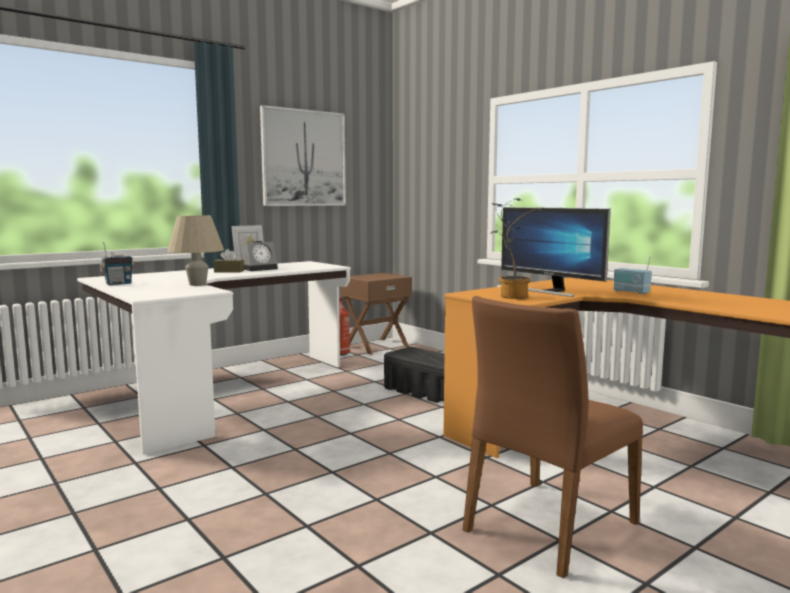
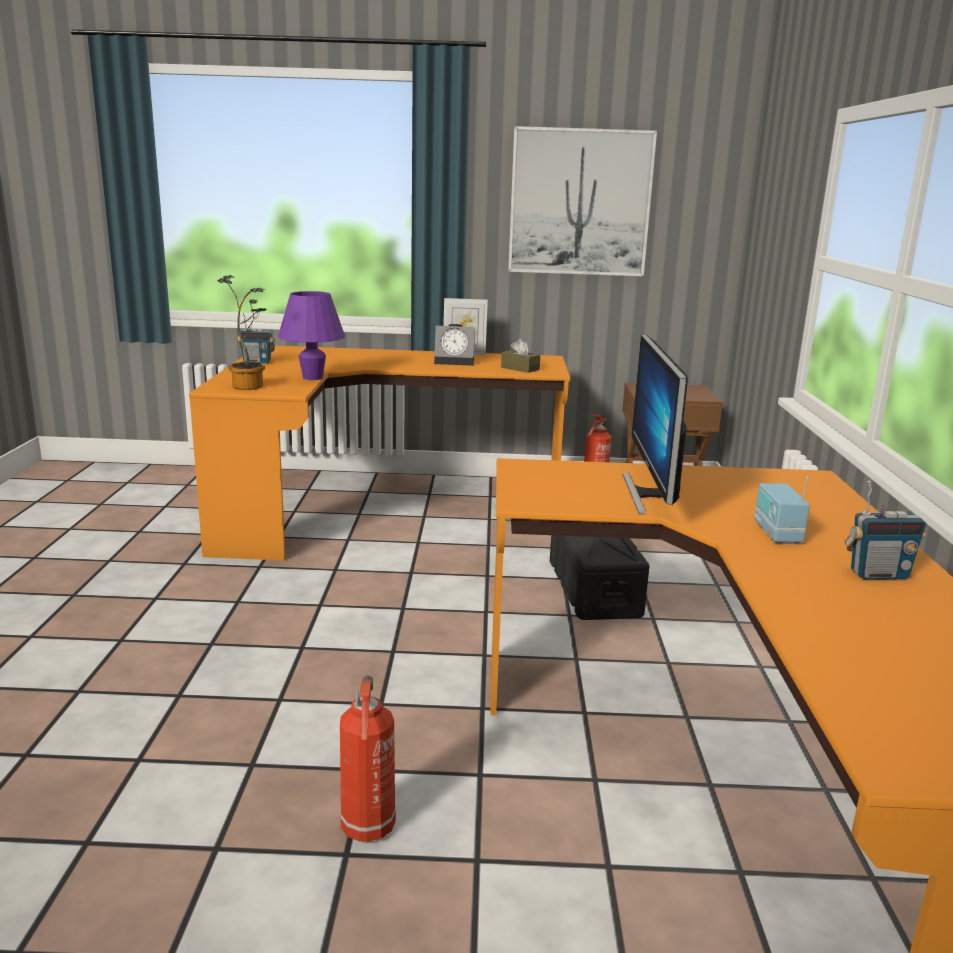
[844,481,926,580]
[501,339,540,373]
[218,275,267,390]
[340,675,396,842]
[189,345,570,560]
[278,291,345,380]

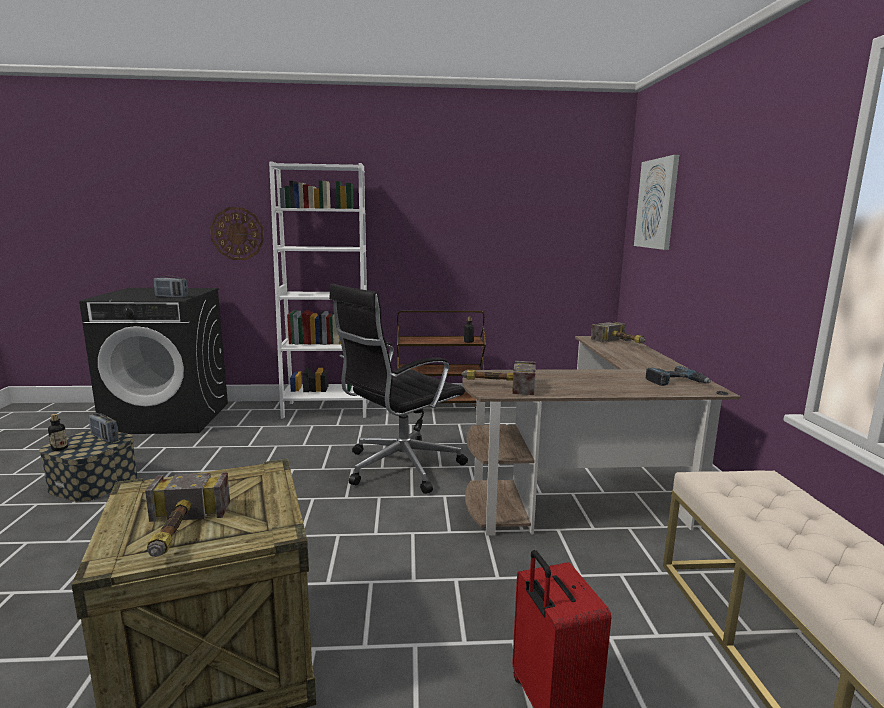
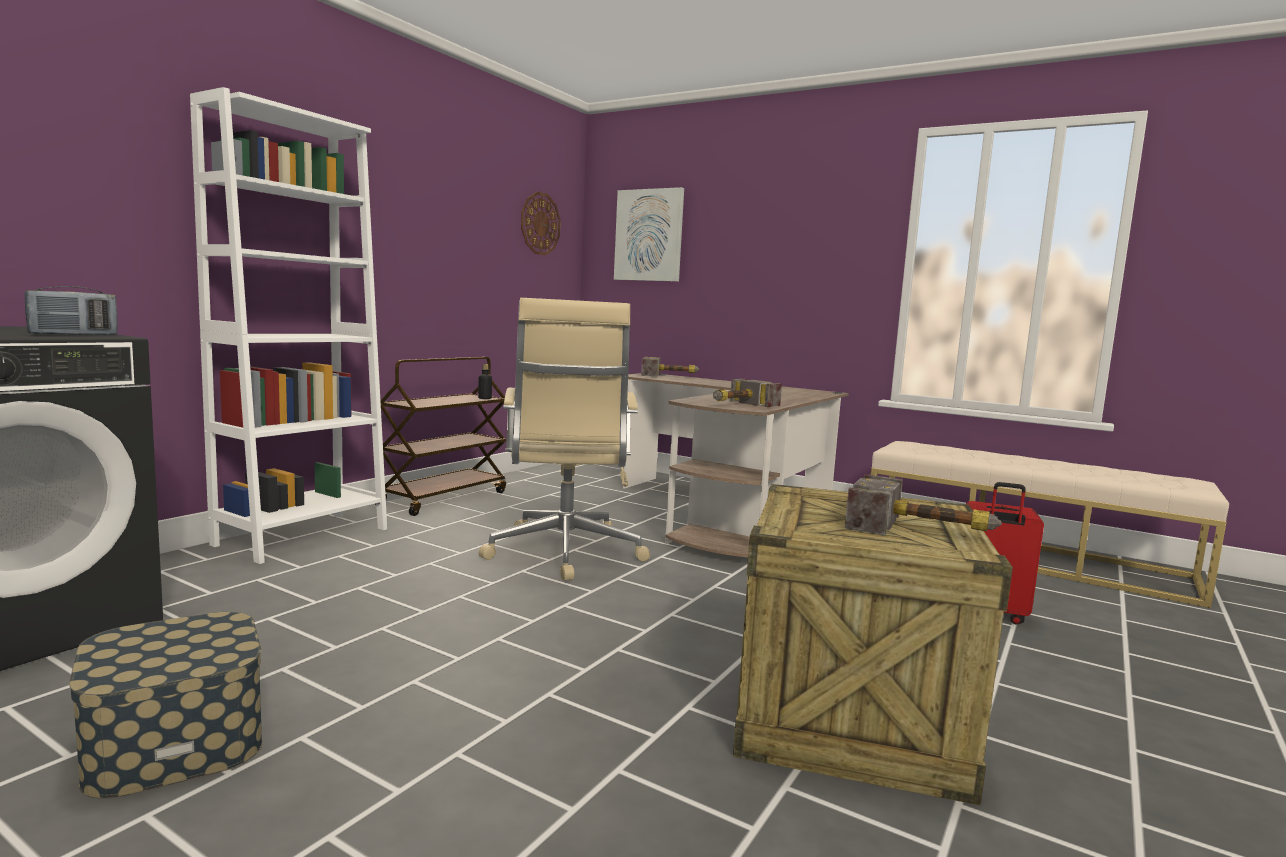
[48,414,68,451] (first image)
[89,413,119,443] (first image)
[646,366,711,386] (first image)
[521,191,561,255]
[479,298,650,581]

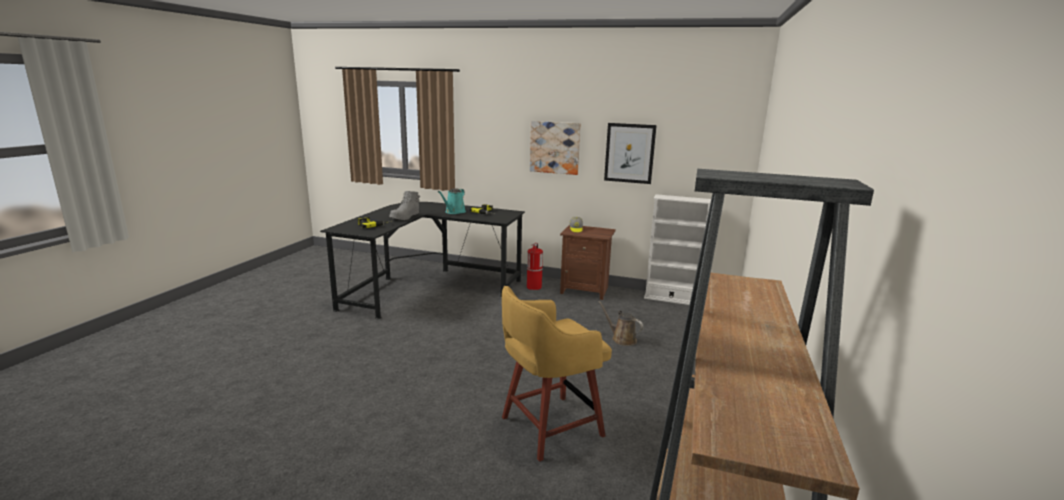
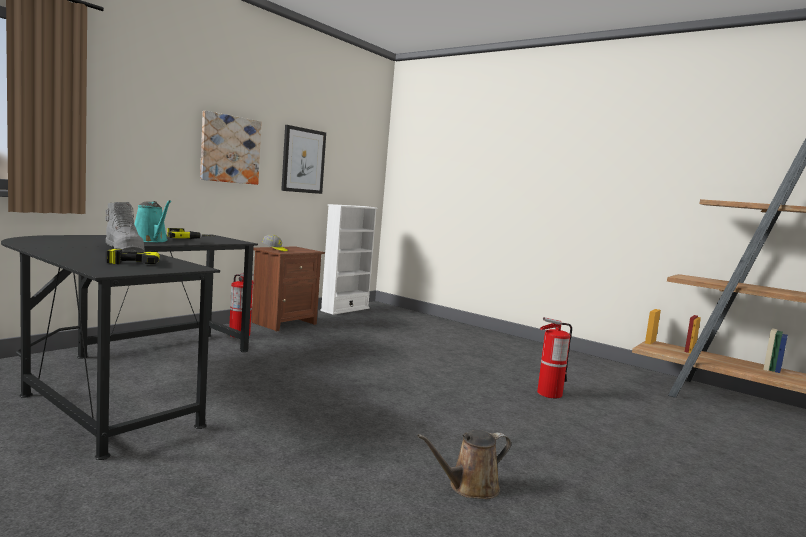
[418,430,511,499]
[537,317,572,398]

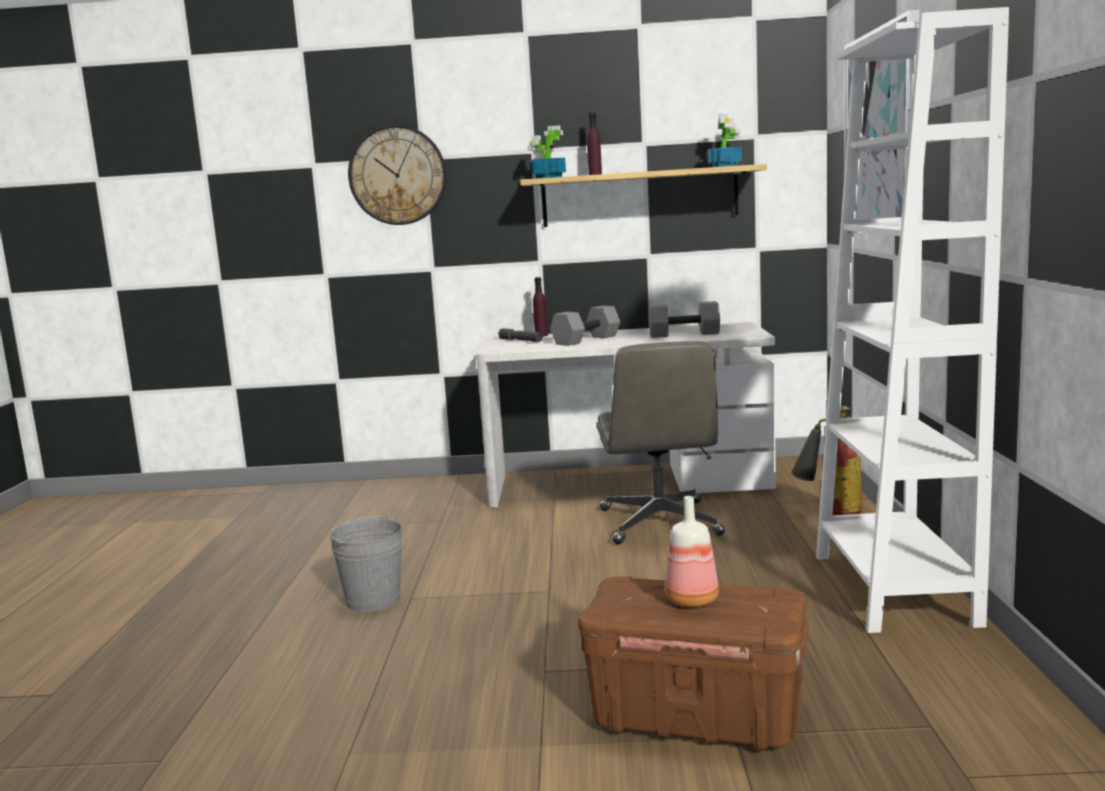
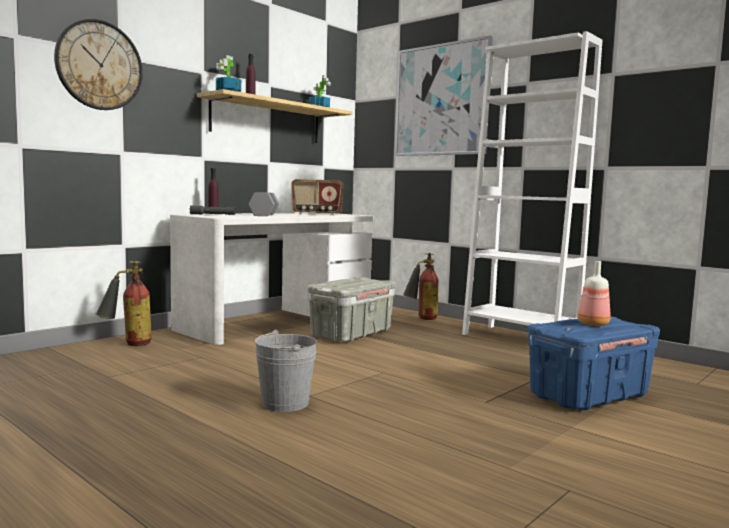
[96,260,152,346]
[307,277,396,342]
[291,179,343,215]
[528,316,660,410]

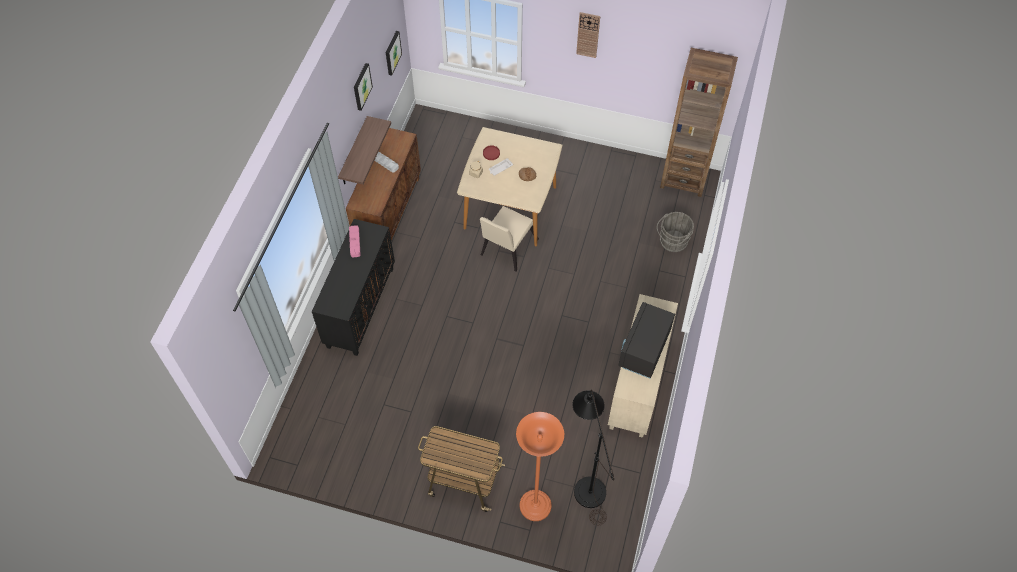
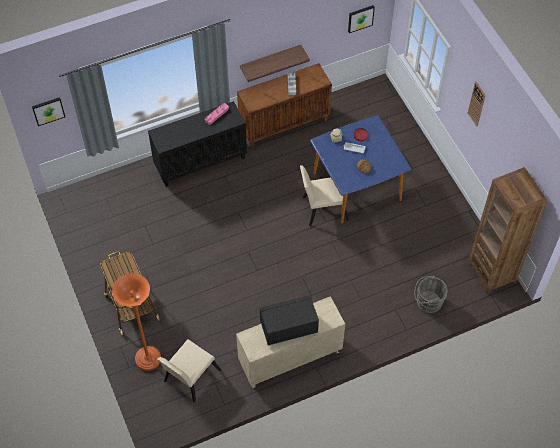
[32,97,65,126]
[158,339,221,403]
[310,115,411,223]

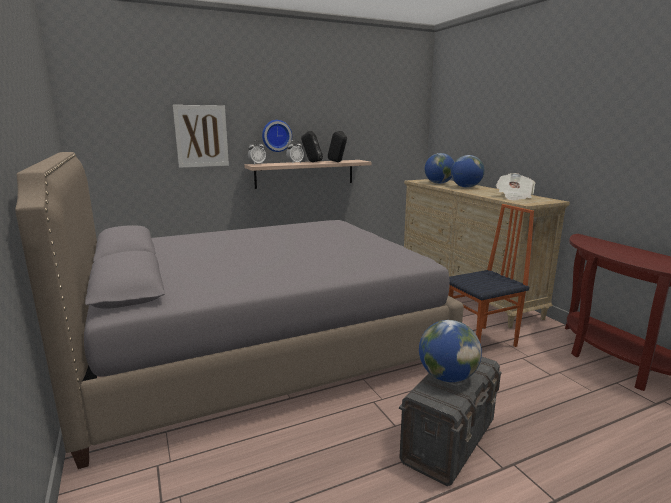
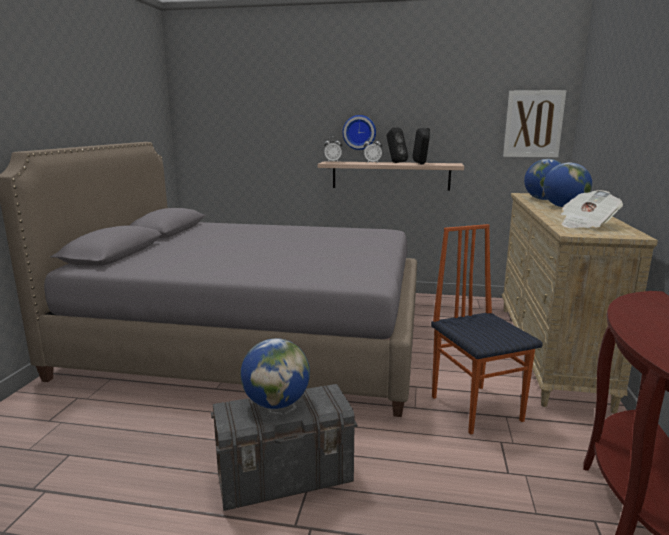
[503,90,566,157]
[431,224,543,434]

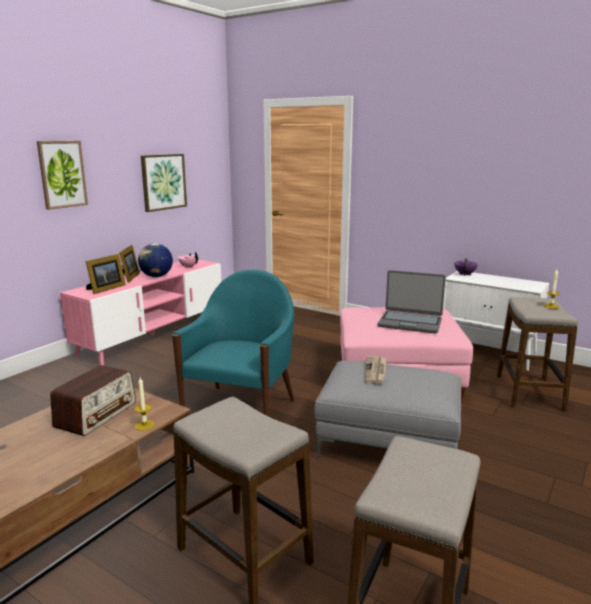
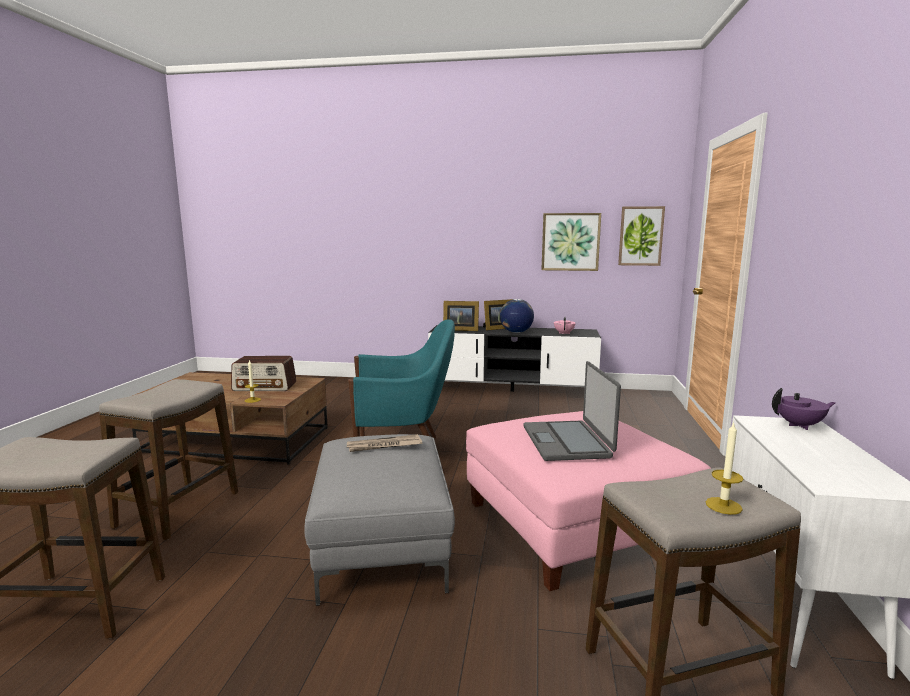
[618,206,665,266]
[428,325,601,392]

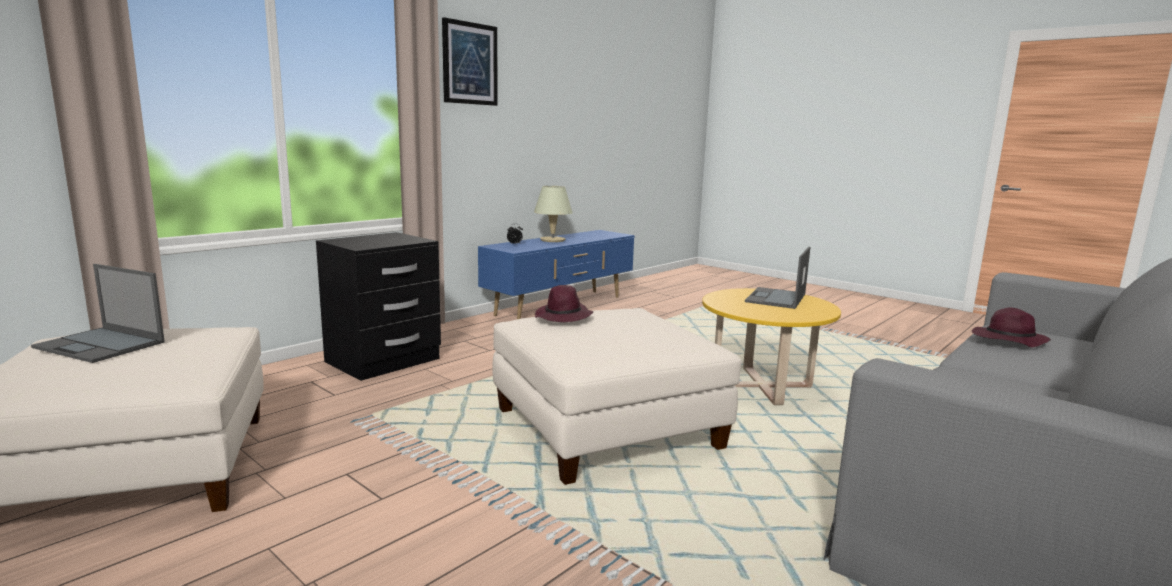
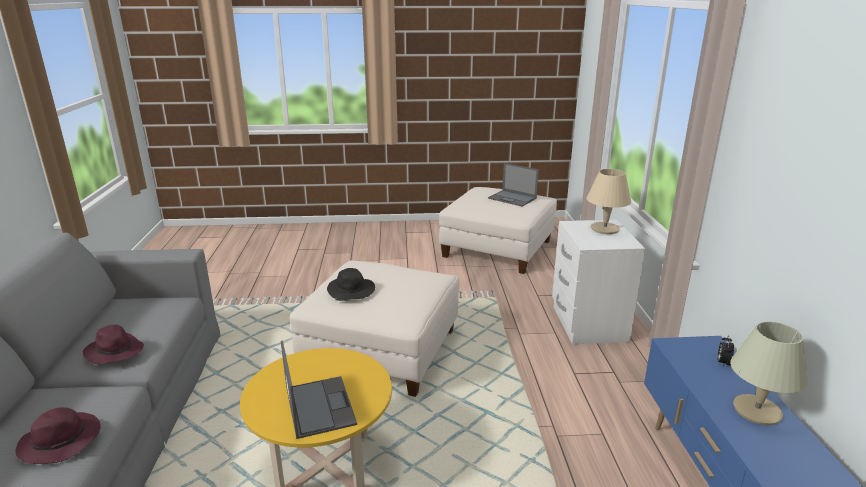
[442,17,498,106] (first image)
[327,268,375,301]
[586,169,631,234]
[83,325,144,364]
[552,220,645,344]
[488,163,539,207]

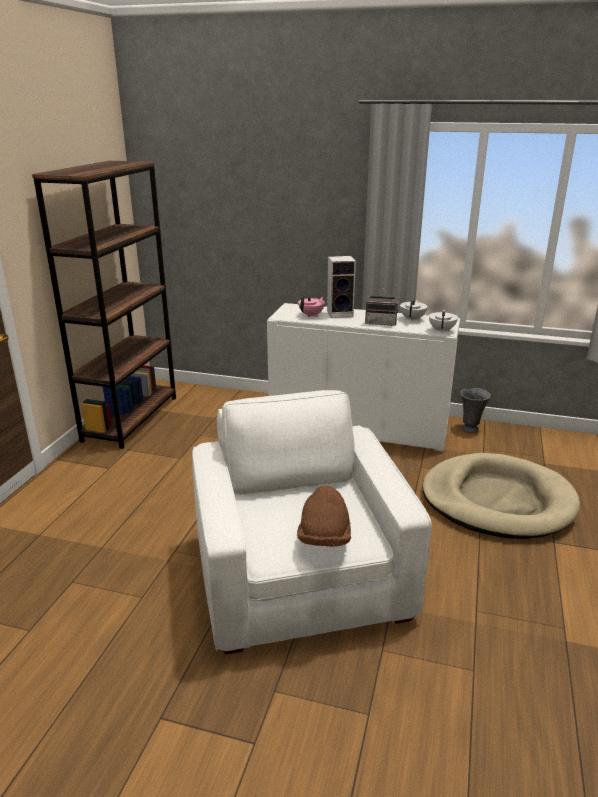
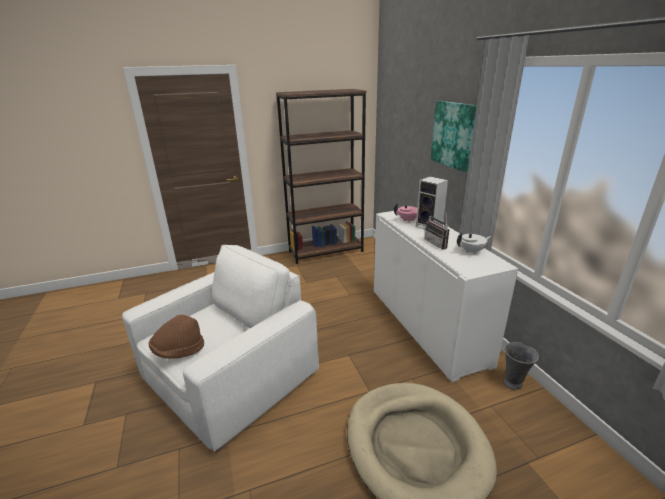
[429,310,458,333] (first image)
[431,101,477,172]

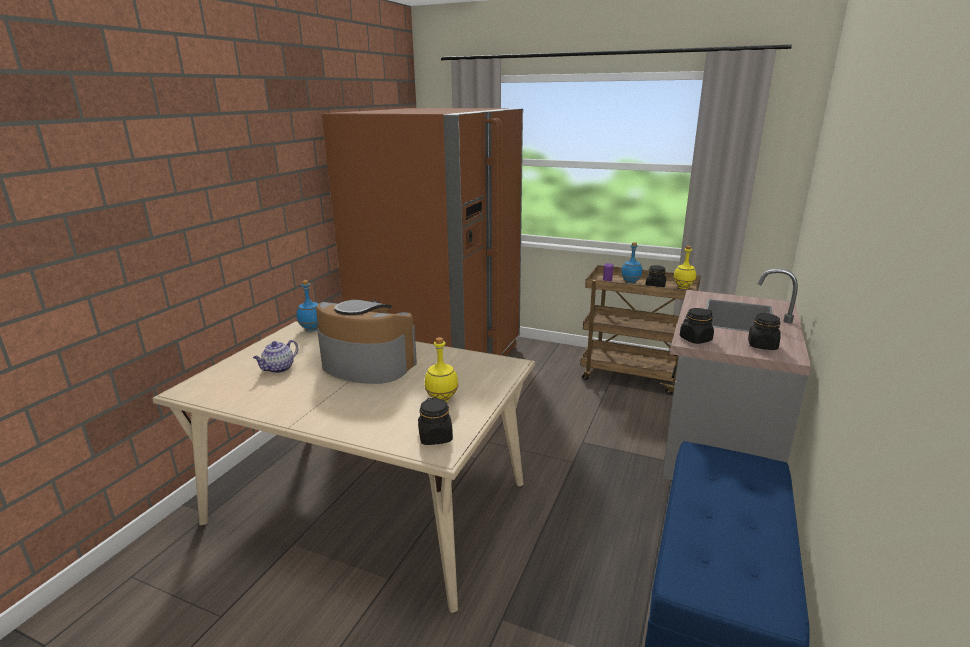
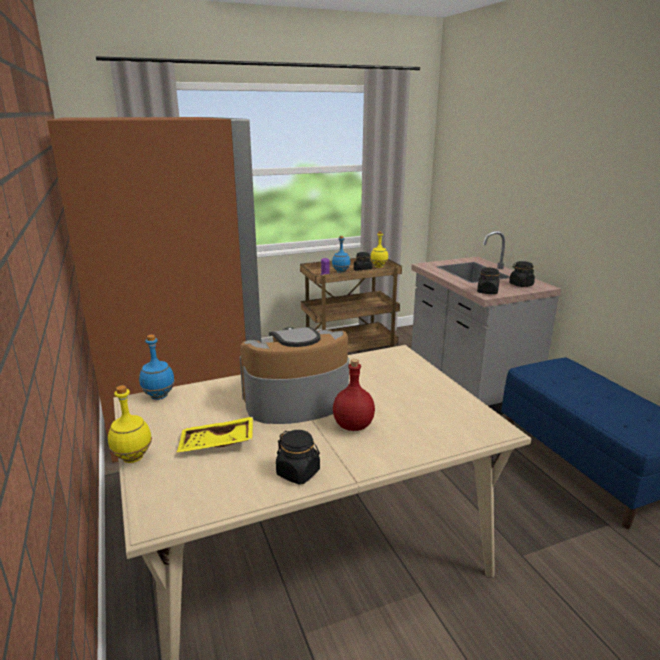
[333,359,375,431]
[276,430,320,484]
[108,385,152,463]
[176,417,253,453]

